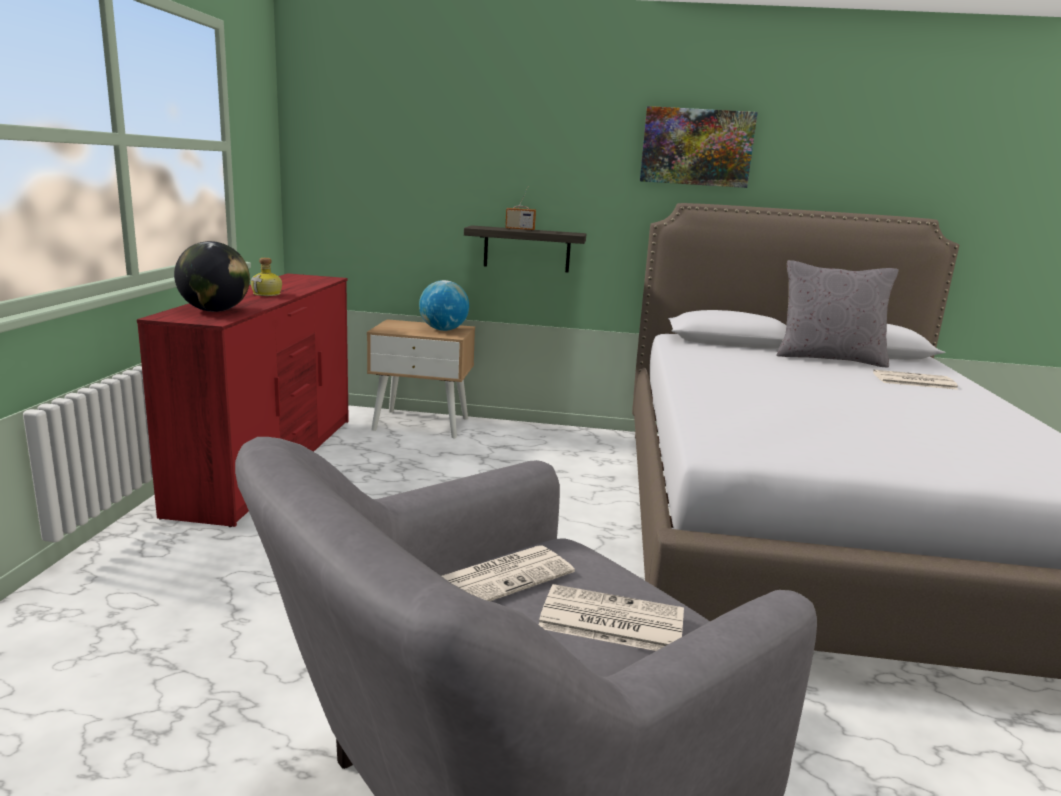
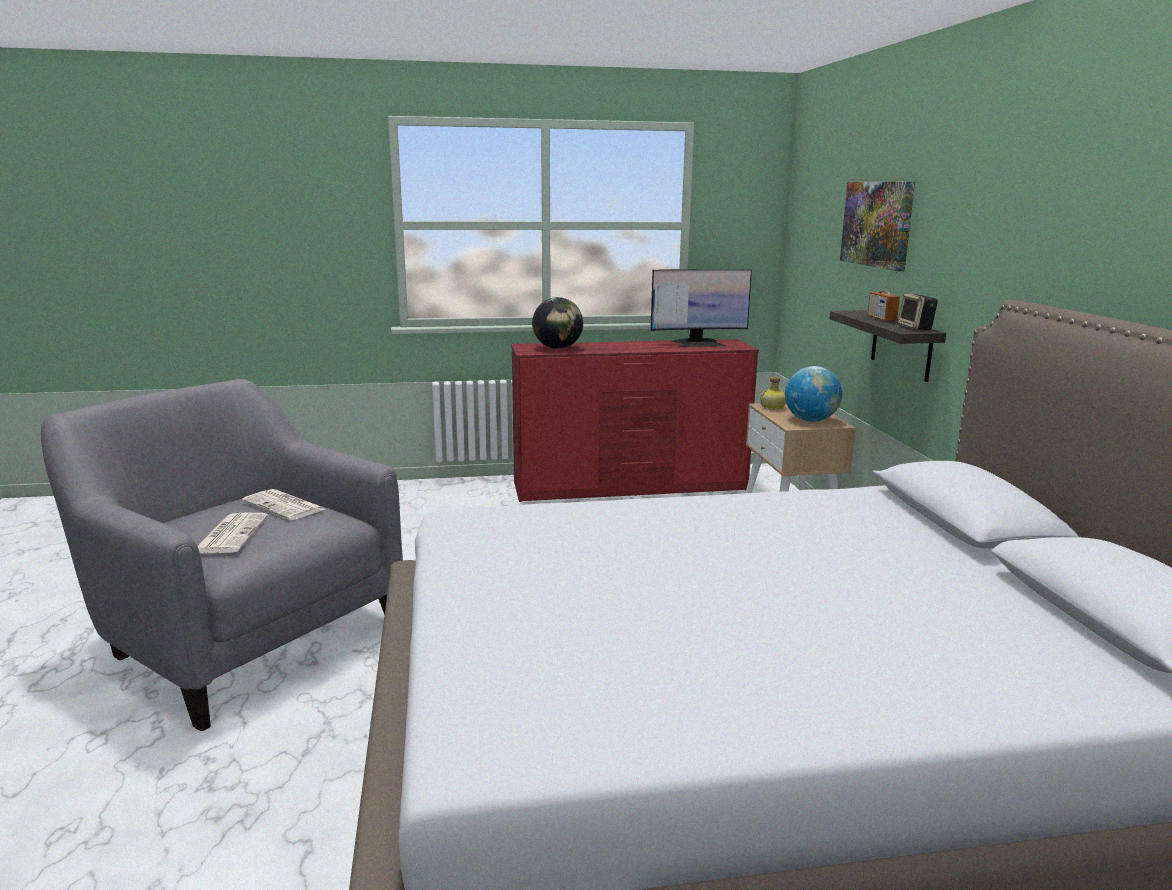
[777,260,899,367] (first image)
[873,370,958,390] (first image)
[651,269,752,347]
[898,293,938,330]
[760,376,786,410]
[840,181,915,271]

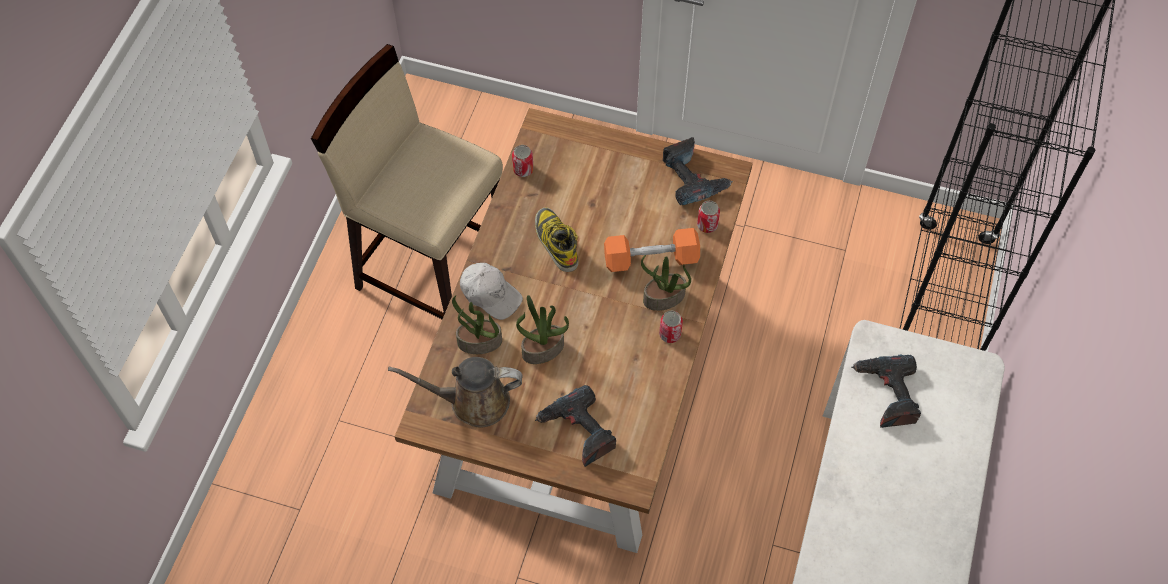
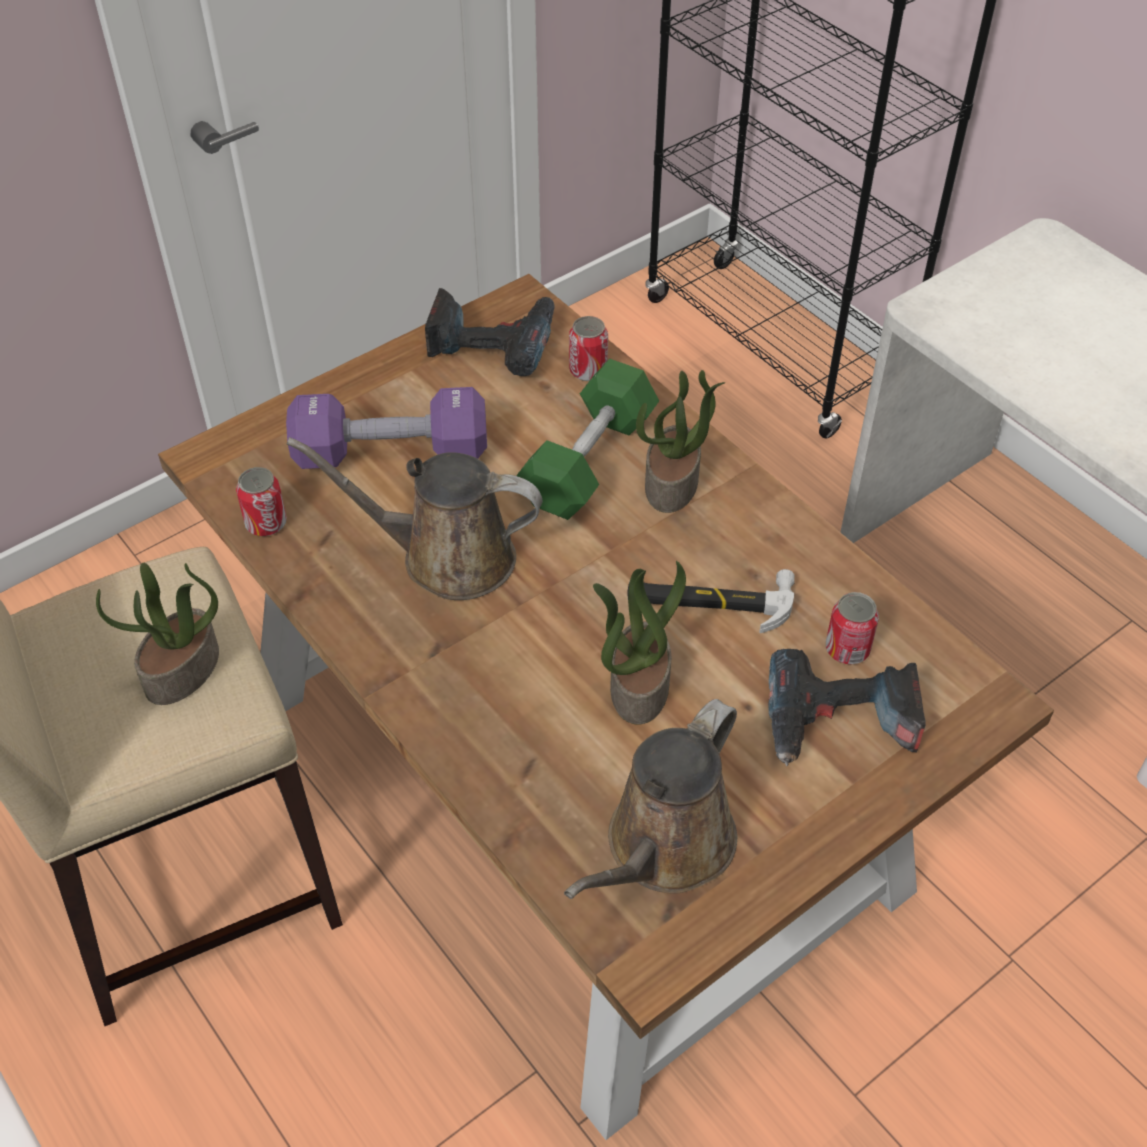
[460,263,523,320] (first image)
[852,354,921,428] (first image)
[286,387,487,469]
[627,569,795,633]
[96,563,219,705]
[826,592,879,664]
[287,437,542,600]
[516,359,659,520]

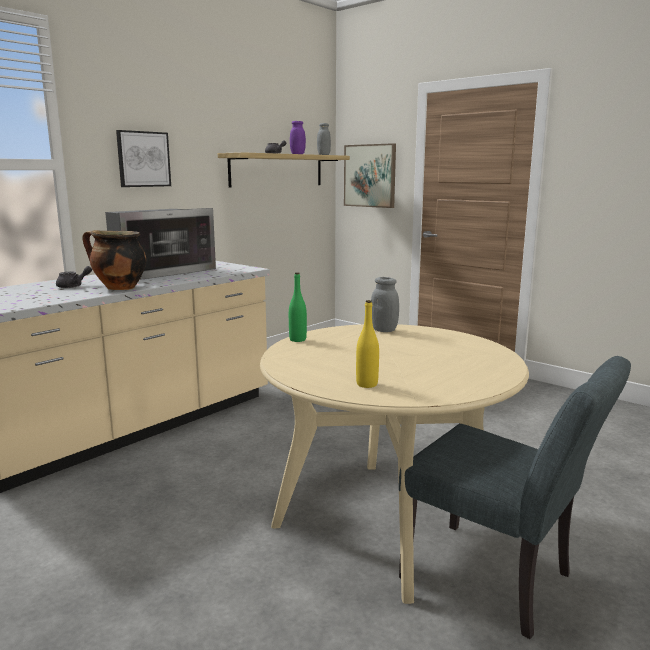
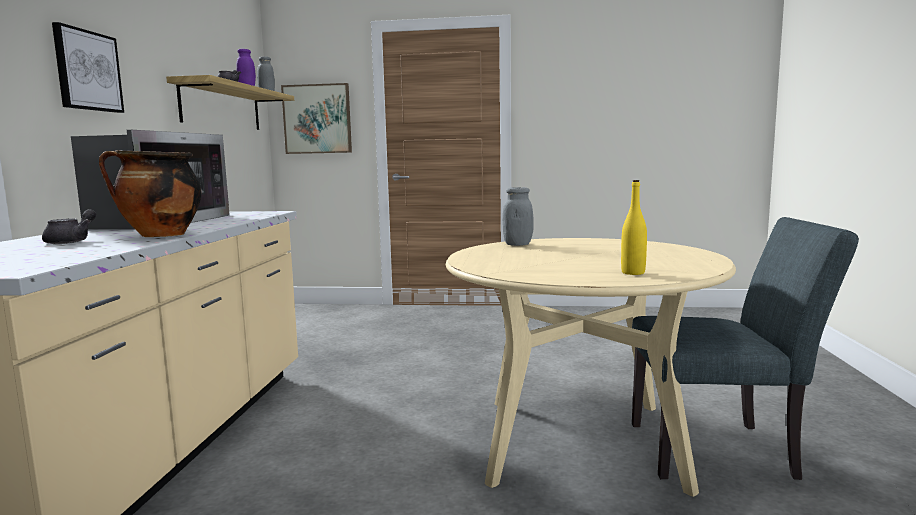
[289,272,307,342] (first image)

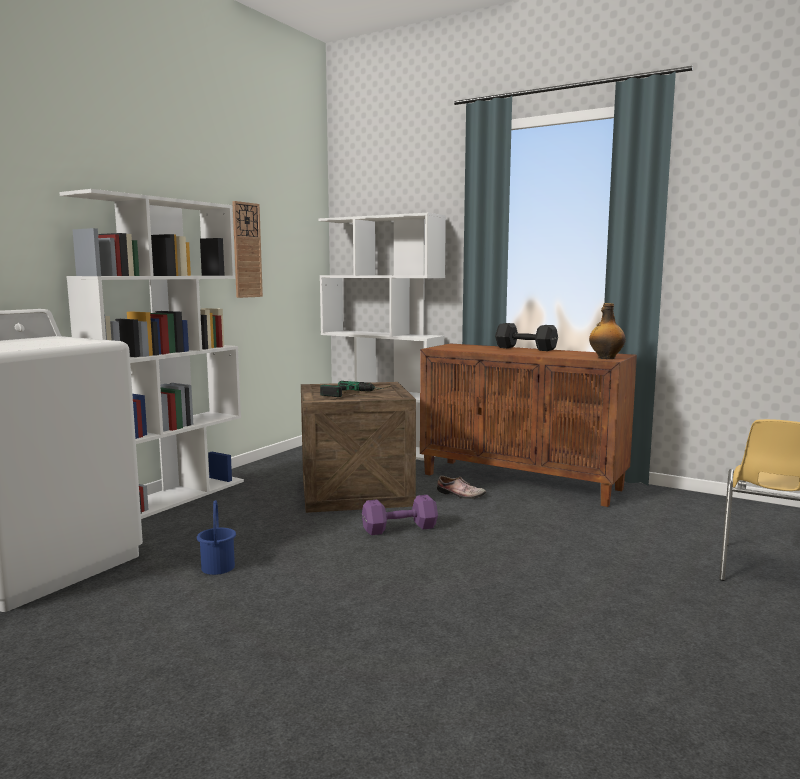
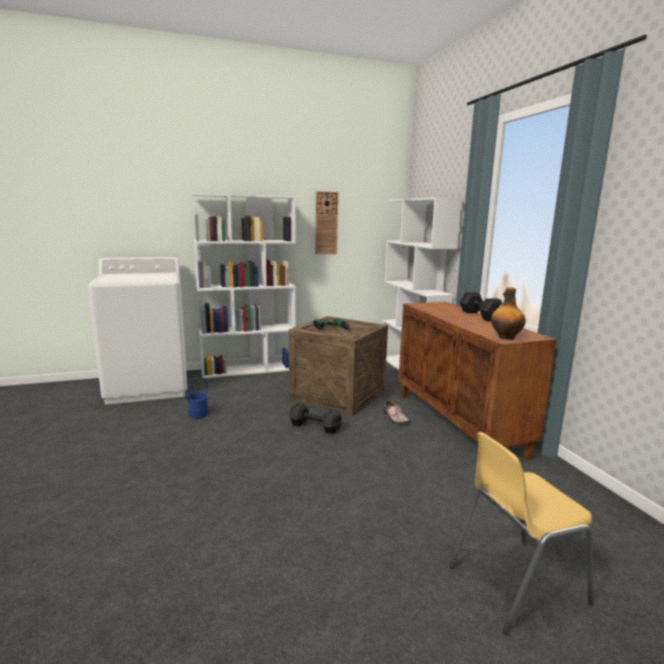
[289,402,342,434]

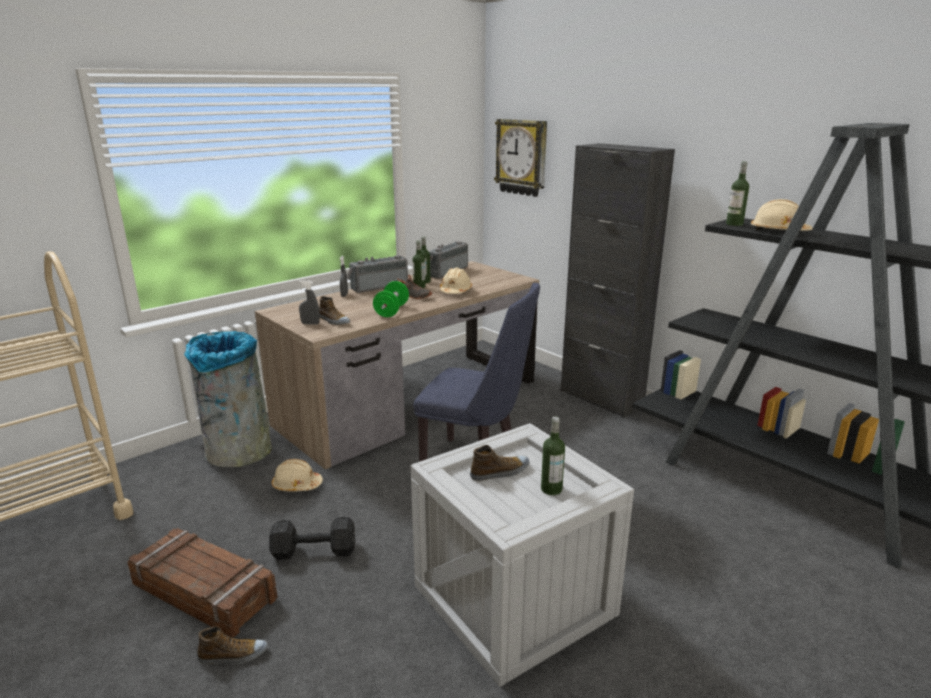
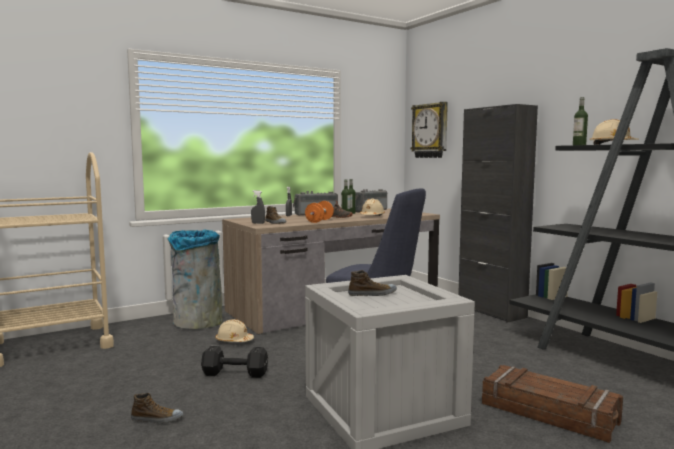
[541,416,565,495] (first image)
[482,365,623,443]
[305,201,334,223]

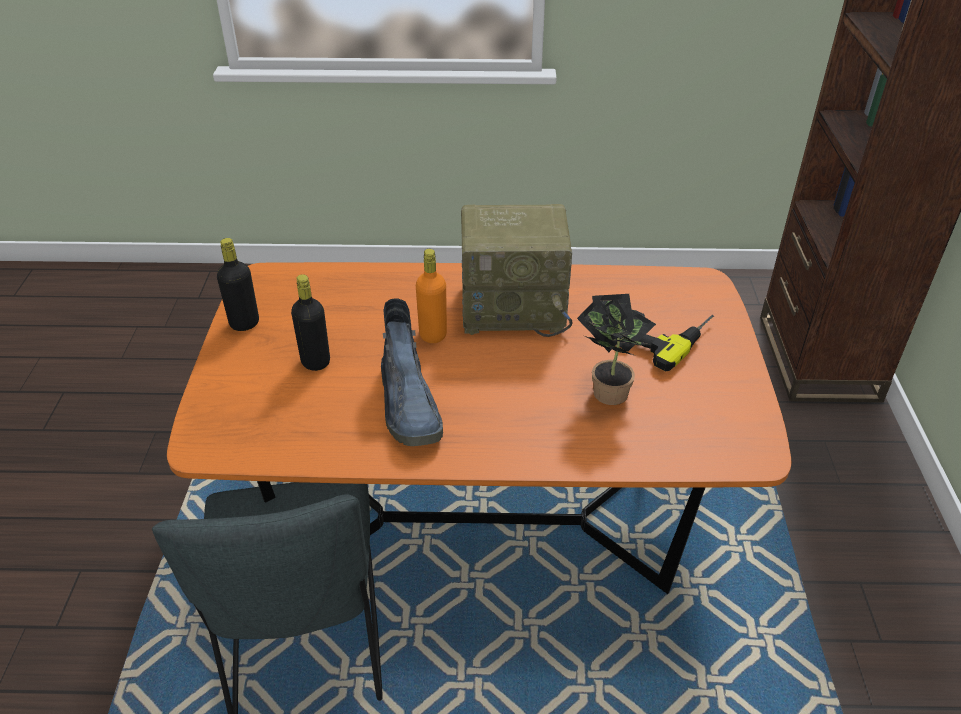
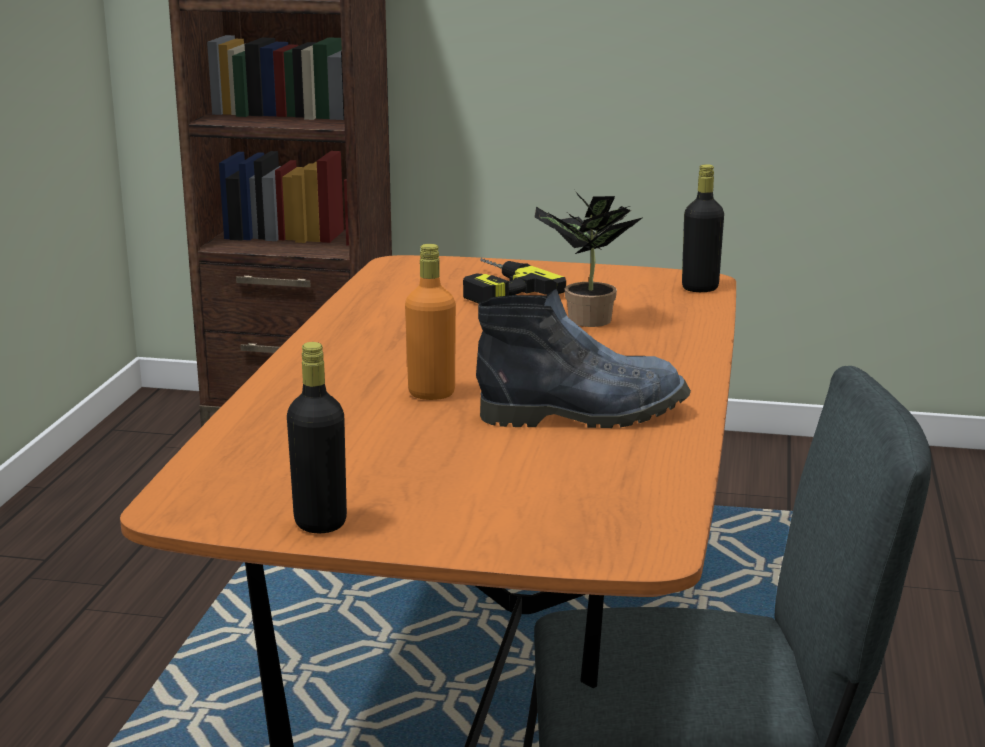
[461,204,573,337] (first image)
[682,164,724,292]

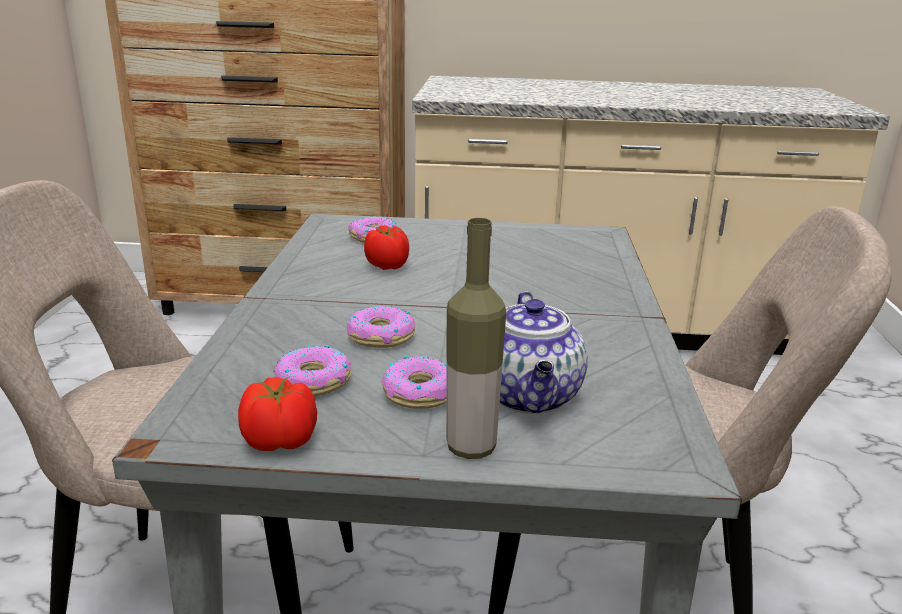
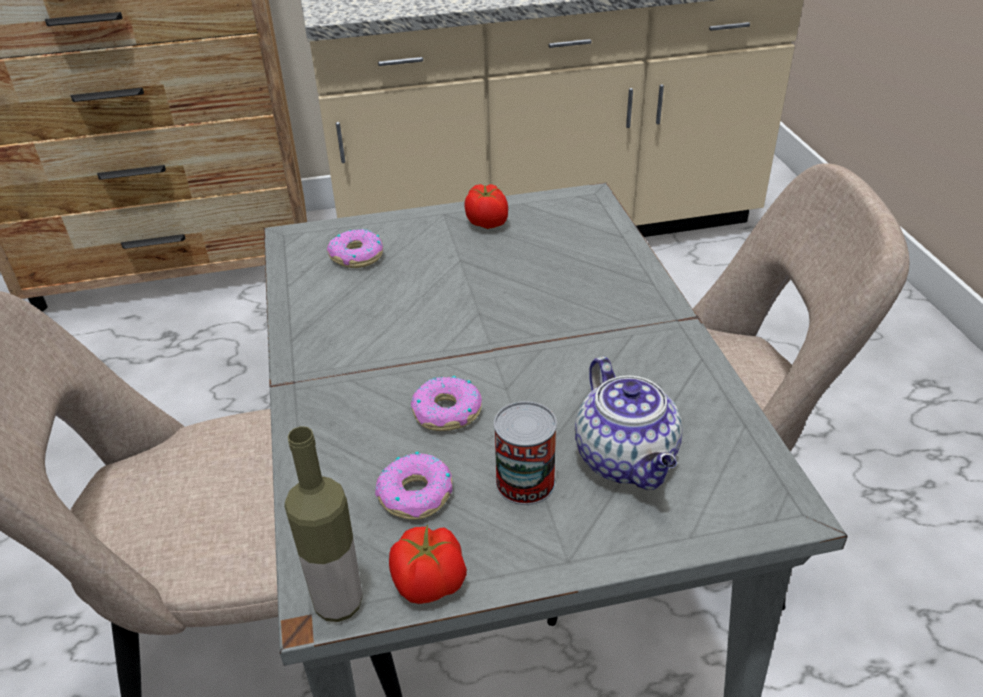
[464,184,508,229]
[284,426,363,622]
[494,401,557,505]

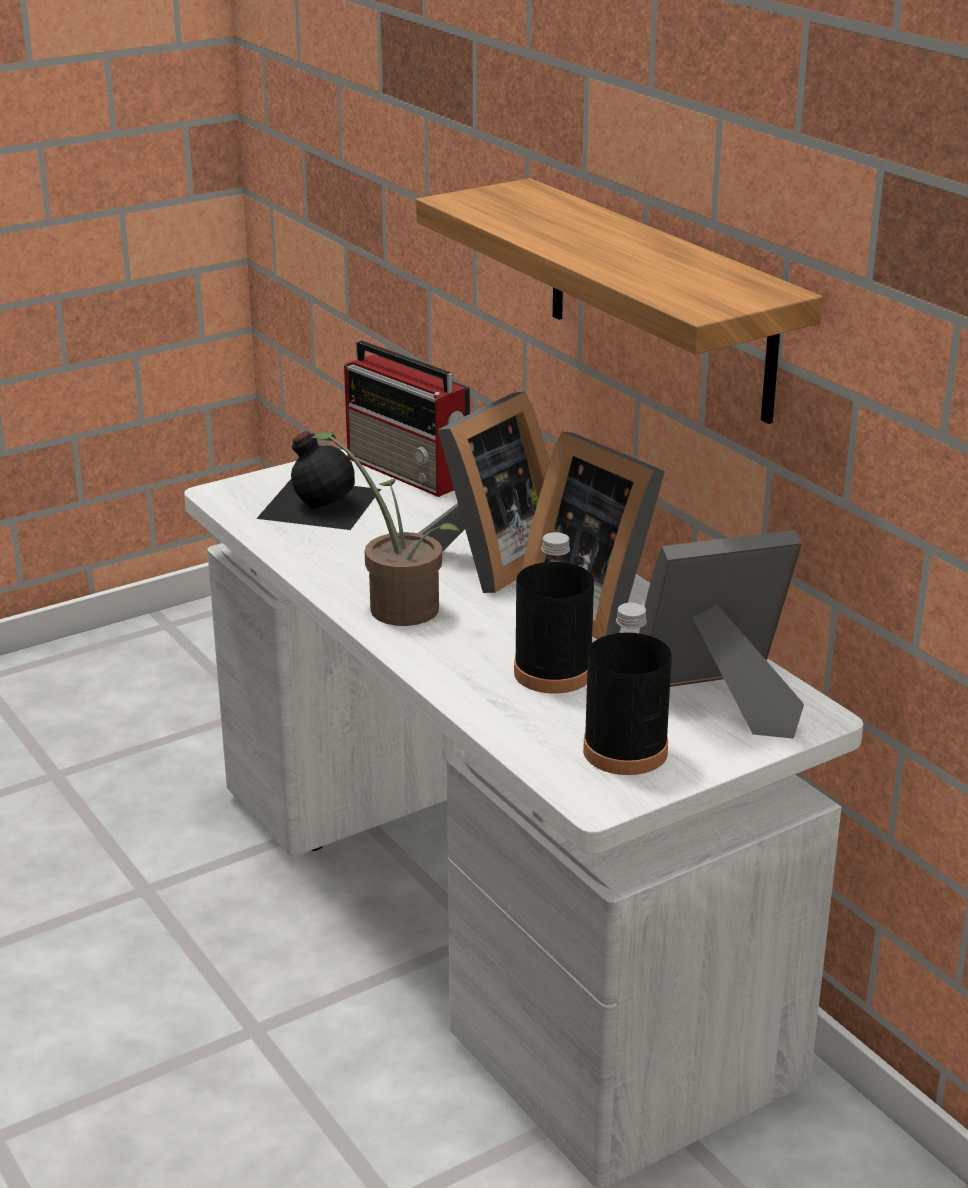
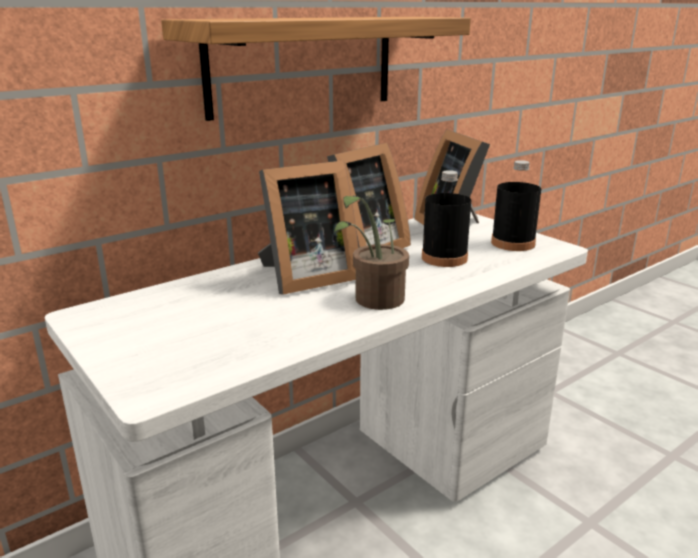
[256,431,381,530] (first image)
[344,340,470,497] (first image)
[258,160,359,295]

